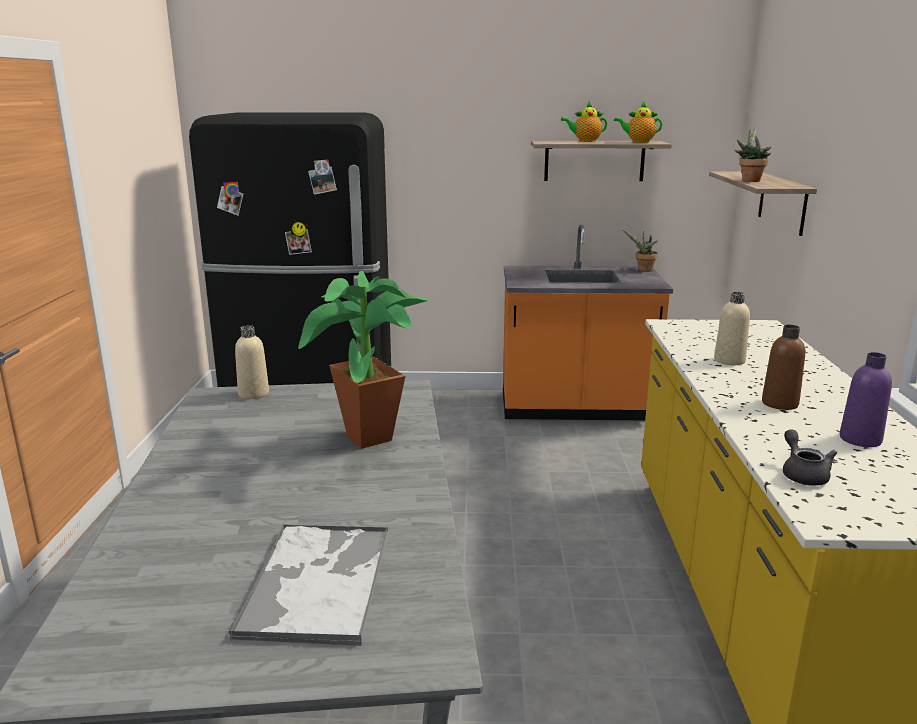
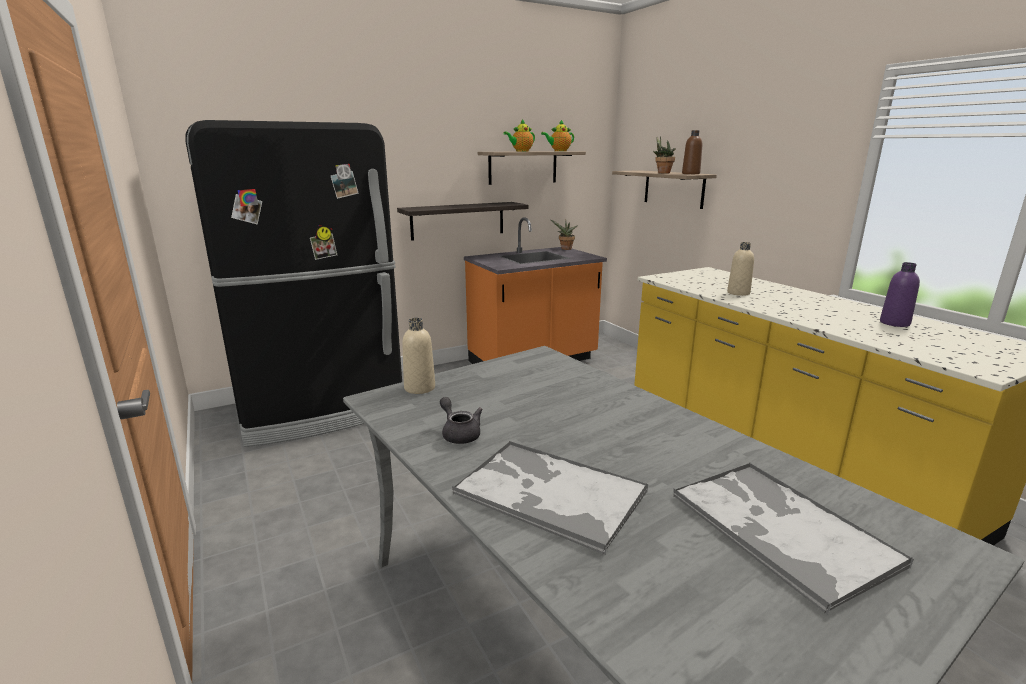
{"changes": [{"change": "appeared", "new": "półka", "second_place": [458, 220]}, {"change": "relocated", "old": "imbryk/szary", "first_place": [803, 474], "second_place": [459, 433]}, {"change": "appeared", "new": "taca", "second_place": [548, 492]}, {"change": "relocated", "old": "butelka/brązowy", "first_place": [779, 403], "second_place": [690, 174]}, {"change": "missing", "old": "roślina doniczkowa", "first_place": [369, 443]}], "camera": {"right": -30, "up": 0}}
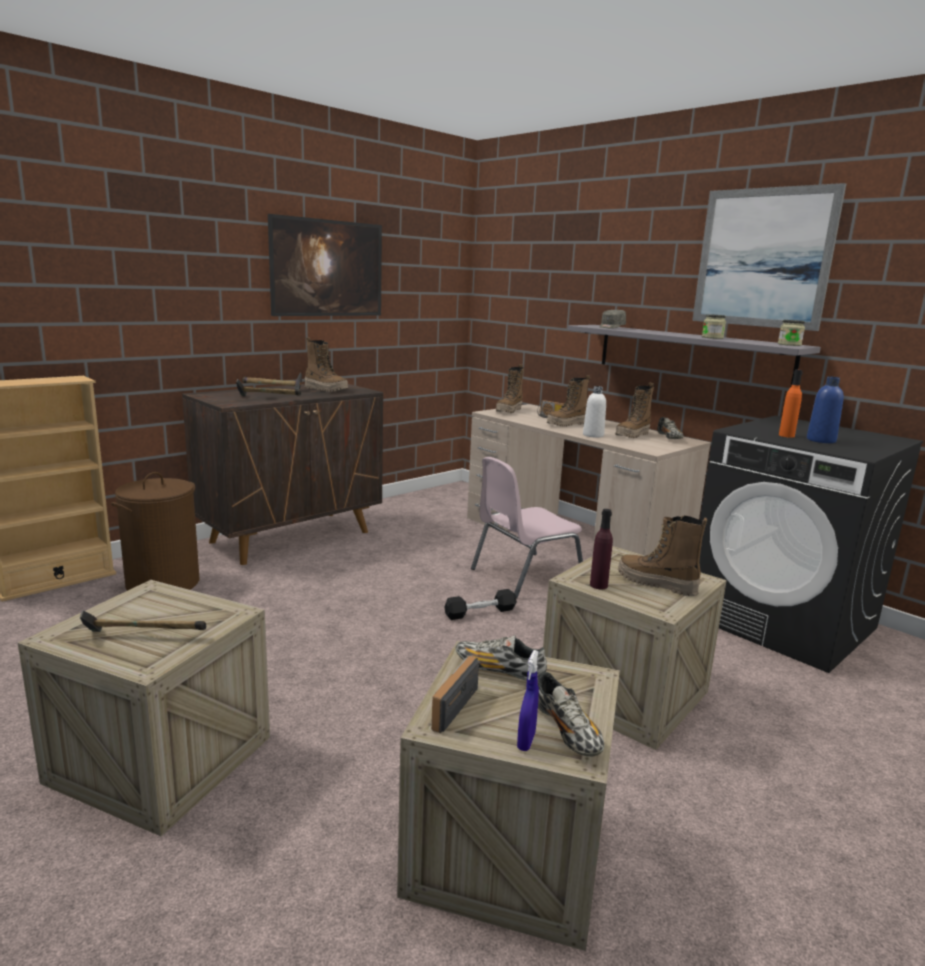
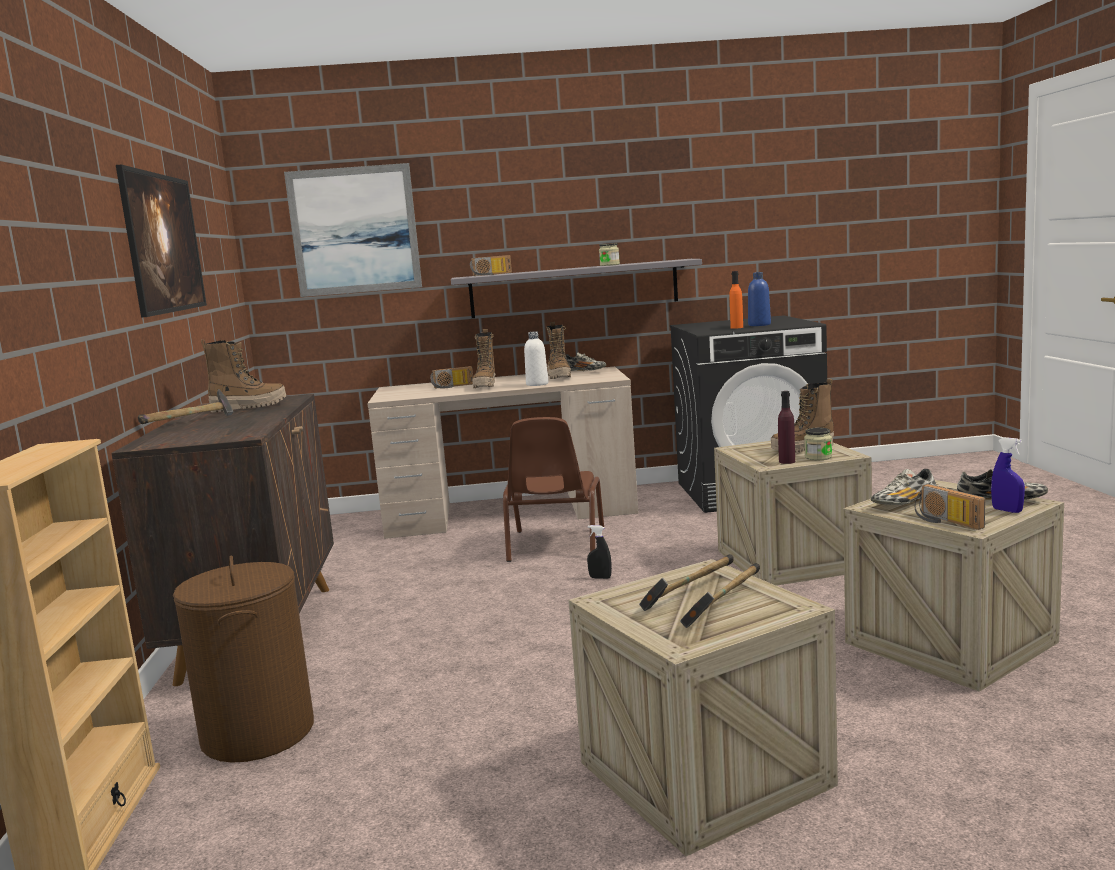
{"changes": [{"change": "relocated", "old": "obraz", "first_place": [763, 258], "second_place": [354, 230]}, {"change": "exchanged", "old": "czapka z daszkiem/szary", "new": "radio", "first_place": [611, 327], "second_place": [491, 274]}, {"change": "colour", "old": "krzesło/różowy", "new": "krzesło/brązowy", "first_place": [524, 575], "second_place": [555, 545]}, {"change": "exchanged", "old": "hantel/czarny", "new": "spryskiwacz/czarny", "first_place": [480, 612], "second_place": [600, 577]}, {"change": "relocated", "old": "młotek", "first_place": [267, 398], "second_place": [689, 594]}, {"change": "relocated", "old": "słoik", "first_place": [789, 344], "second_place": [818, 457]}, {"change": "missing", "old": "but z cholewką", "first_place": [509, 411]}], "camera": {"right": -50, "up": -5}}
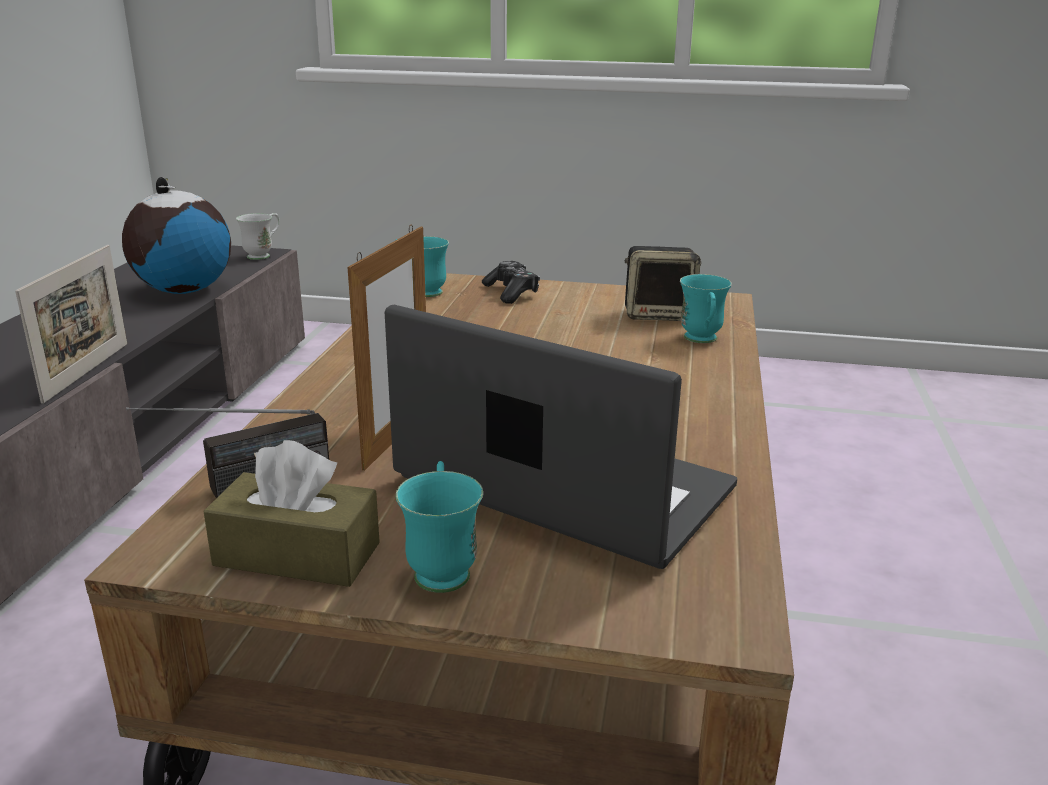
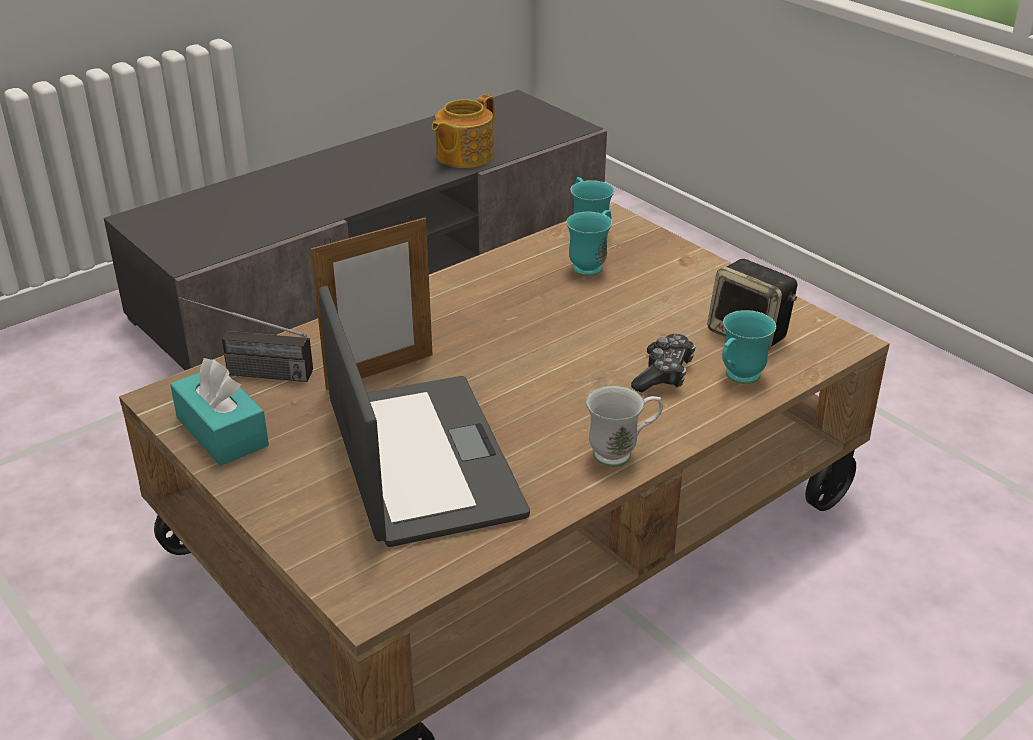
{"changes": [{"change": "colour", "old": "pudełko chusteczek/brązowy", "new": "pudełko chusteczek/turkusowy", "first_place": [297, 554], "second_place": [222, 432]}, {"change": "exchanged", "old": "globus", "new": "imbryk", "first_place": [183, 291], "second_place": [463, 156]}, {"change": "relocated", "old": "kubek/turkusowy", "first_place": [442, 567], "second_place": [592, 265]}, {"change": "relocated", "old": "kubek/biały", "first_place": [263, 255], "second_place": [622, 453]}, {"change": "relocated", "old": "pad do gier", "first_place": [511, 292], "second_place": [663, 374]}, {"change": "missing", "old": "ramka na zdjęcie", "first_place": [87, 371]}], "camera": {"right": 40, "up": 10}}
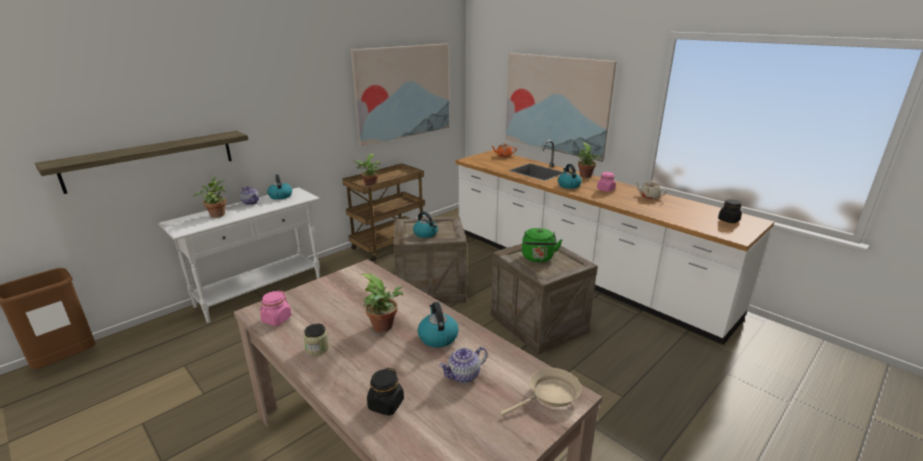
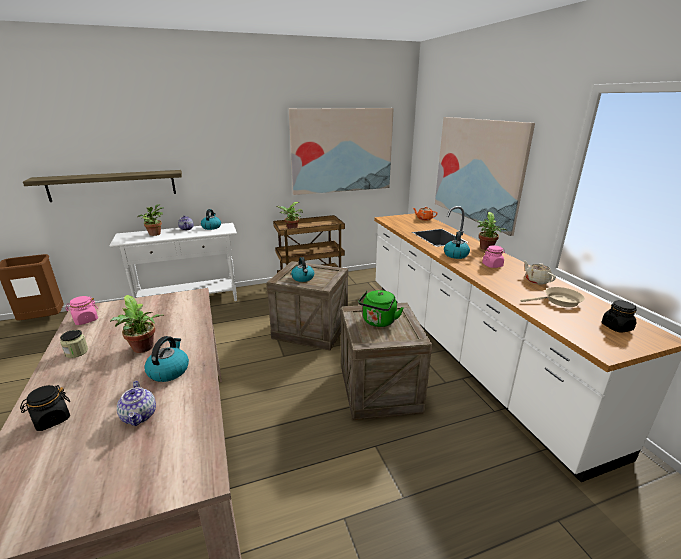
{"changes": [{"change": "spun", "old": "imbryk", "first_place": [463, 376], "second_place": [140, 416], "degrees": -105}, {"change": "relocated", "old": "patelnia/beżowy", "first_place": [550, 395], "second_place": [559, 301]}], "camera": {"right": 25, "up": 0}}
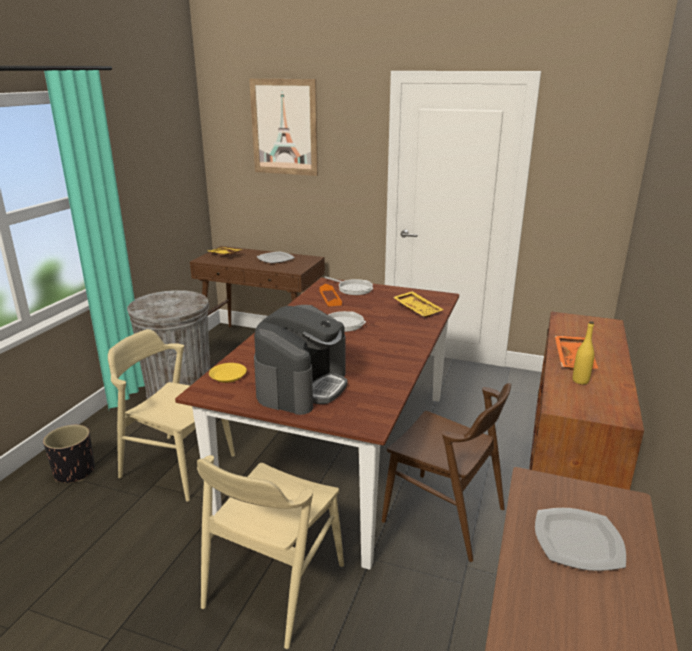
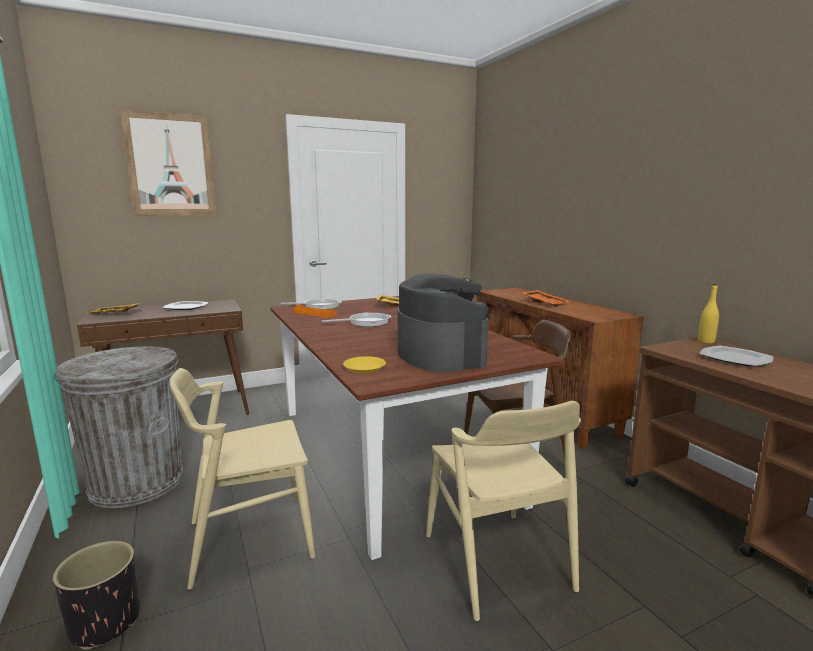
{"changes": [{"change": "relocated", "old": "butelka/żółty", "first_place": [580, 381], "second_place": [706, 341]}], "camera": {"right": -45, "up": -10}}
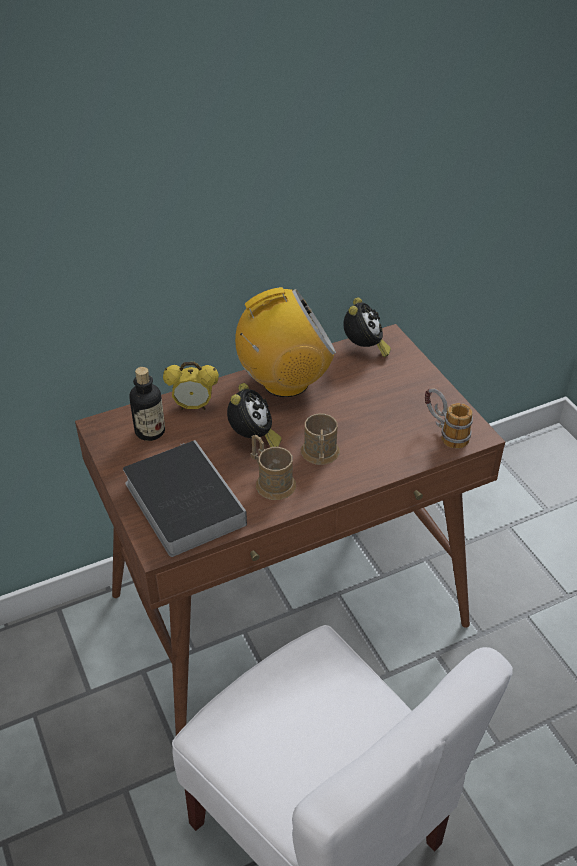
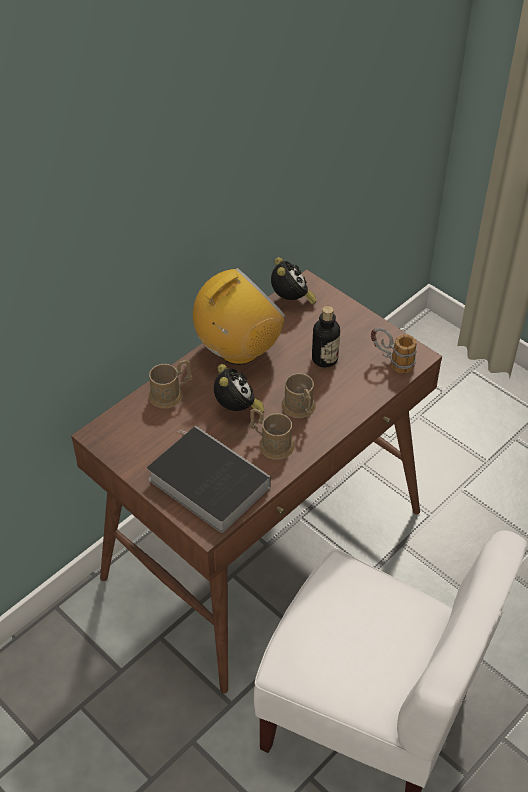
{"changes": [{"change": "exchanged", "old": "budzik", "new": "kubek/brązowy", "first_place": [193, 407], "second_place": [171, 394]}, {"change": "relocated", "old": "butelka", "first_place": [150, 431], "second_place": [324, 359]}], "camera": {"right": -20, "up": 5}}
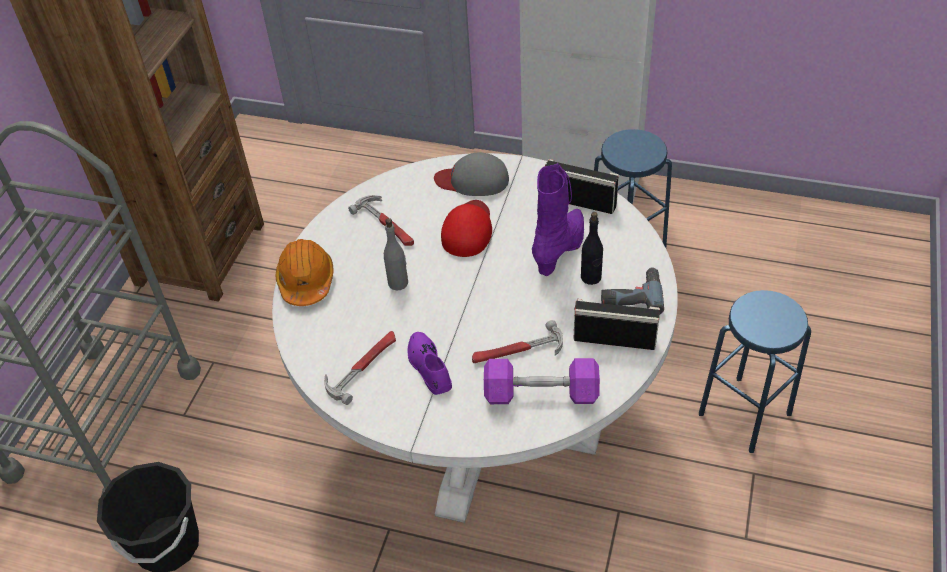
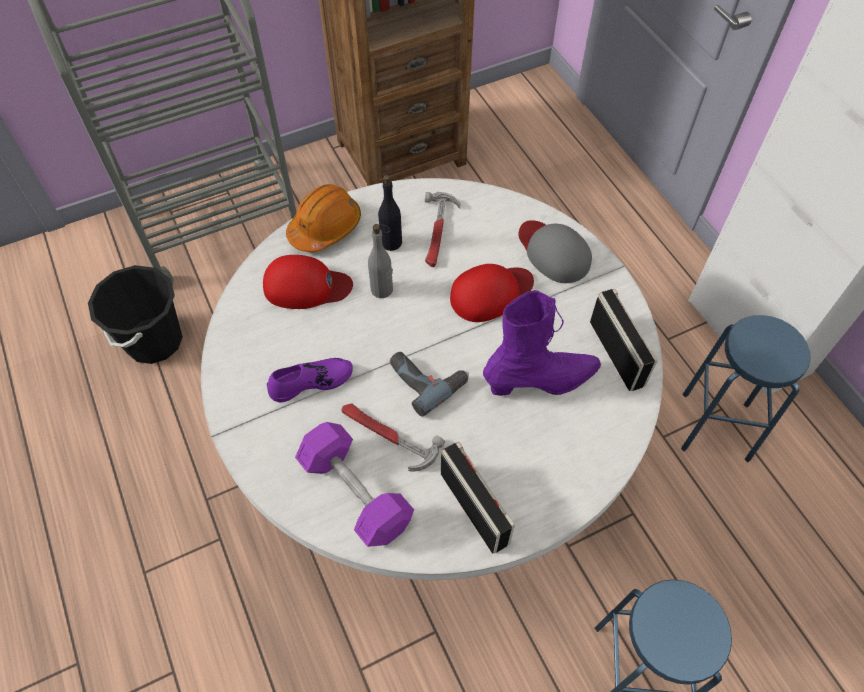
{"changes": [{"change": "appeared", "new": "czapka z daszkiem/czerwony", "second_place": [306, 286]}, {"change": "spun", "old": "but/fioletowy", "first_place": [429, 367], "second_place": [311, 381], "degrees": 45}, {"change": "relocated", "old": "butelka/czarny", "first_place": [591, 277], "second_place": [391, 243]}, {"change": "relocated", "old": "wiertarka", "first_place": [631, 294], "second_place": [426, 378]}, {"change": "missing", "old": "młotek", "first_place": [363, 366]}], "camera": {"right": 45, "up": 10}}
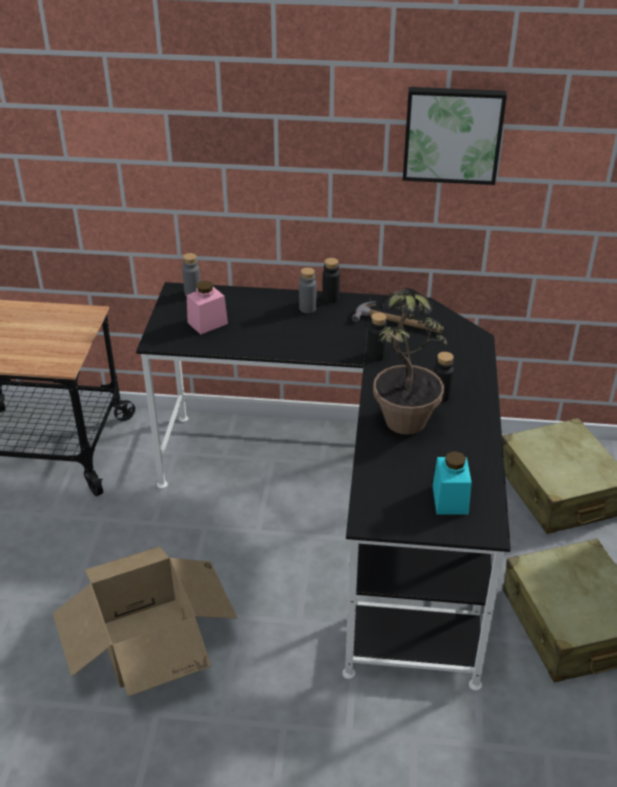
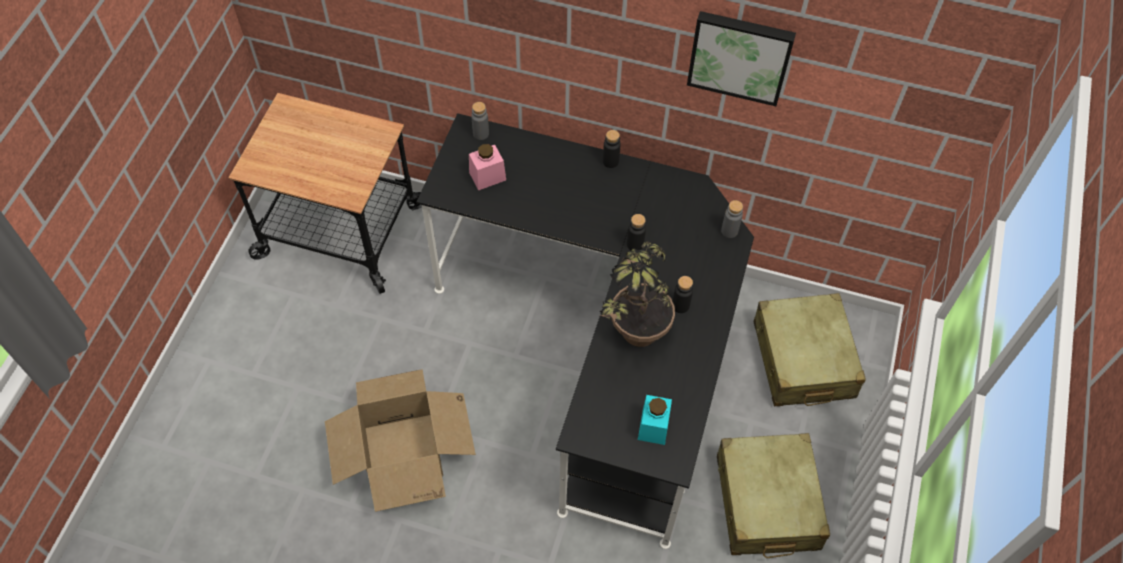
{"changes": [{"change": "relocated", "old": "butelka/szary", "first_place": [307, 308], "second_place": [729, 231]}, {"change": "missing", "old": "młotek", "first_place": [399, 322]}], "camera": {"right": 10, "up": 20}}
